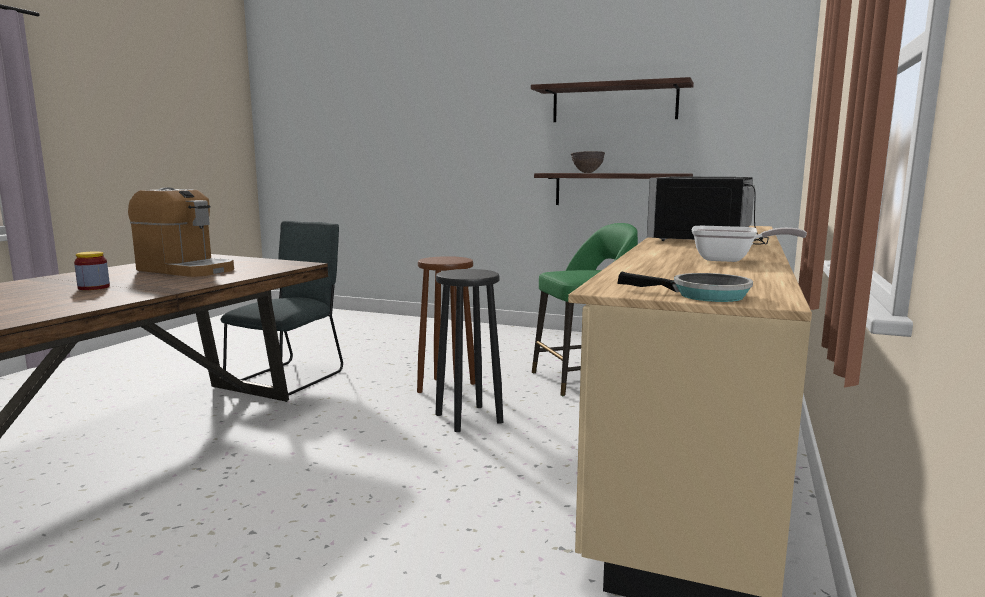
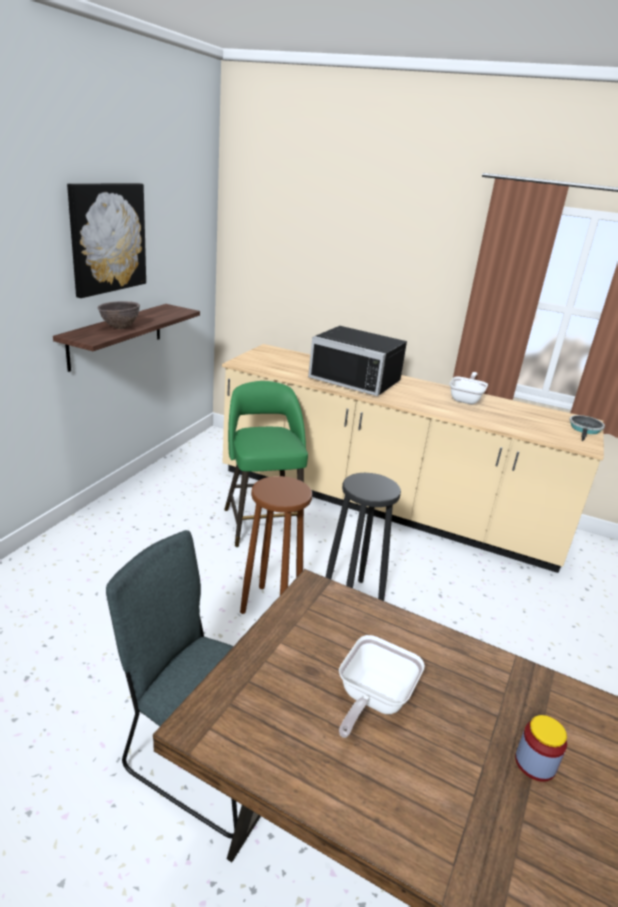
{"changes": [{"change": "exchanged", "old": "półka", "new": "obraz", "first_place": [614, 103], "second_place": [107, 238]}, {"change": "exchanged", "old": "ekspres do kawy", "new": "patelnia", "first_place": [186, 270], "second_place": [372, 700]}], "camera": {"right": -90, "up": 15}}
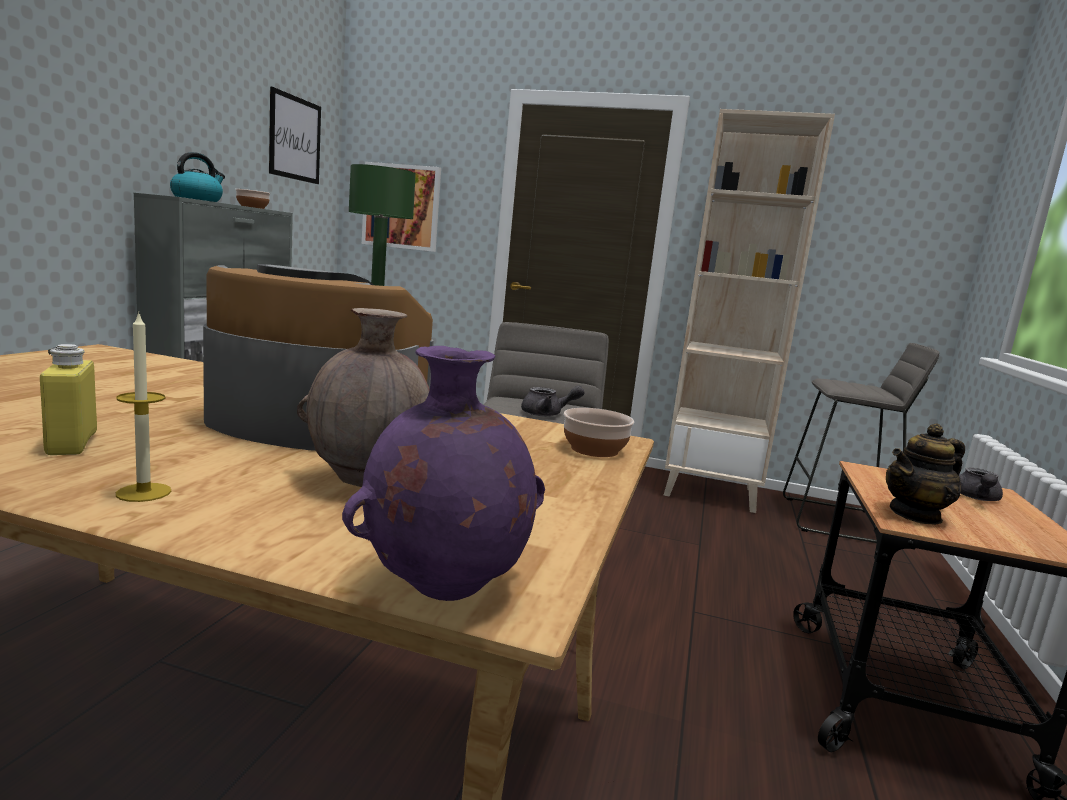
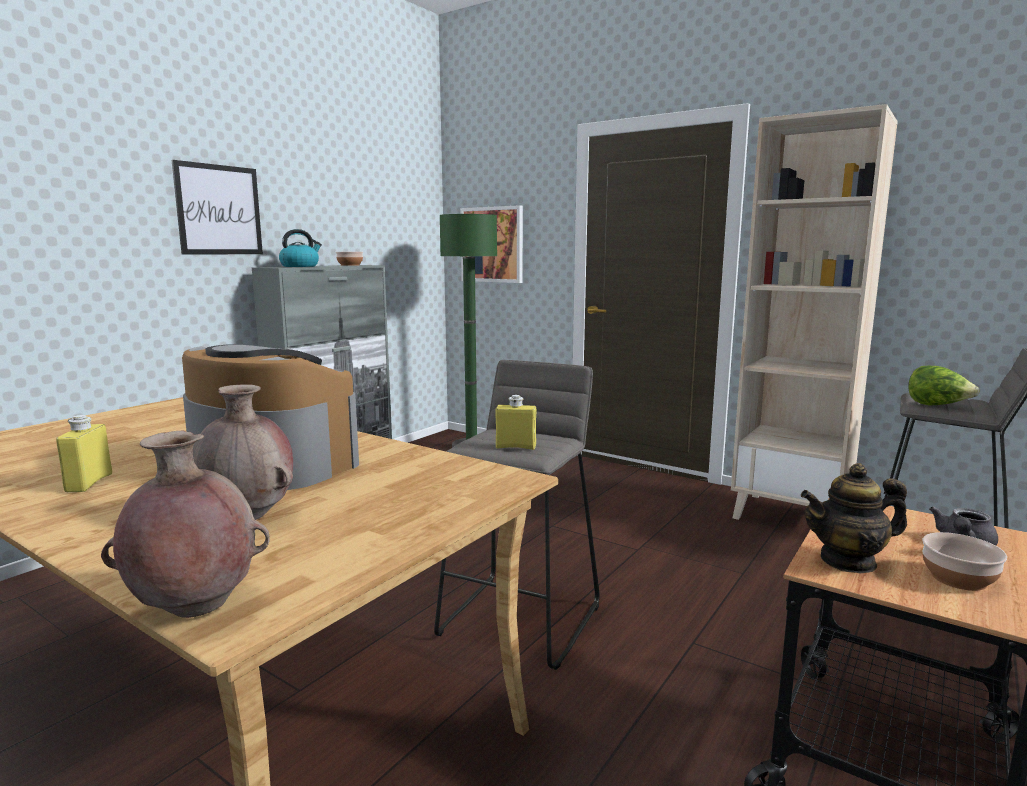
{"changes": [{"change": "colour", "old": "wazon/fioletowy", "new": "wazon/brązowy", "first_place": [443, 588], "second_place": [194, 607]}, {"change": "relocated", "old": "obraz", "first_place": [295, 138], "second_place": [219, 210]}, {"change": "exchanged", "old": "imbryk/szary", "new": "butelka/żółty", "first_place": [547, 414], "second_place": [516, 447]}, {"change": "appeared", "new": "sałata", "second_place": [937, 406]}, {"change": "relocated", "old": "miska", "first_place": [593, 449], "second_place": [957, 578]}, {"change": "missing", "old": "świeca", "first_place": [143, 492]}], "camera": {"right": 20, "up": 0}}
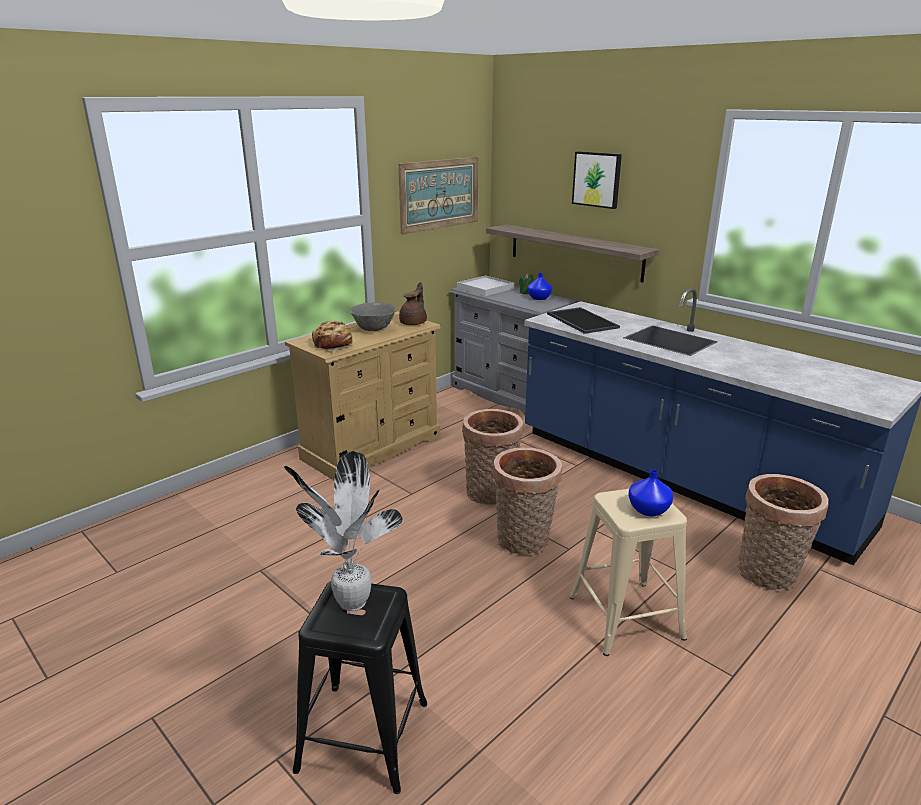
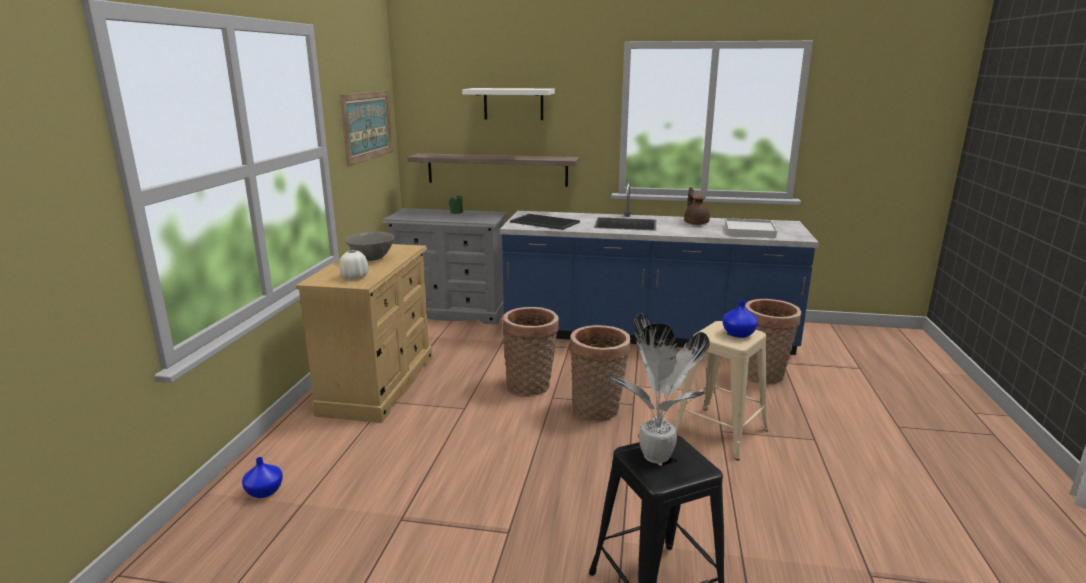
{"changes": [{"change": "relocated", "old": "wazon/niebieski", "first_place": [539, 298], "second_place": [265, 492]}, {"change": "exchanged", "old": "chleb", "new": "wazon/biały", "first_place": [333, 344], "second_place": [355, 277]}, {"change": "exchanged", "old": "obraz", "new": "półka/biały", "first_place": [597, 179], "second_place": [513, 104]}, {"change": "relocated", "old": "imbryk/brązowy", "first_place": [414, 323], "second_place": [695, 223]}, {"change": "relocated", "old": "taca/biały", "first_place": [485, 288], "second_place": [749, 231]}], "camera": {"right": -35, "up": -5}}
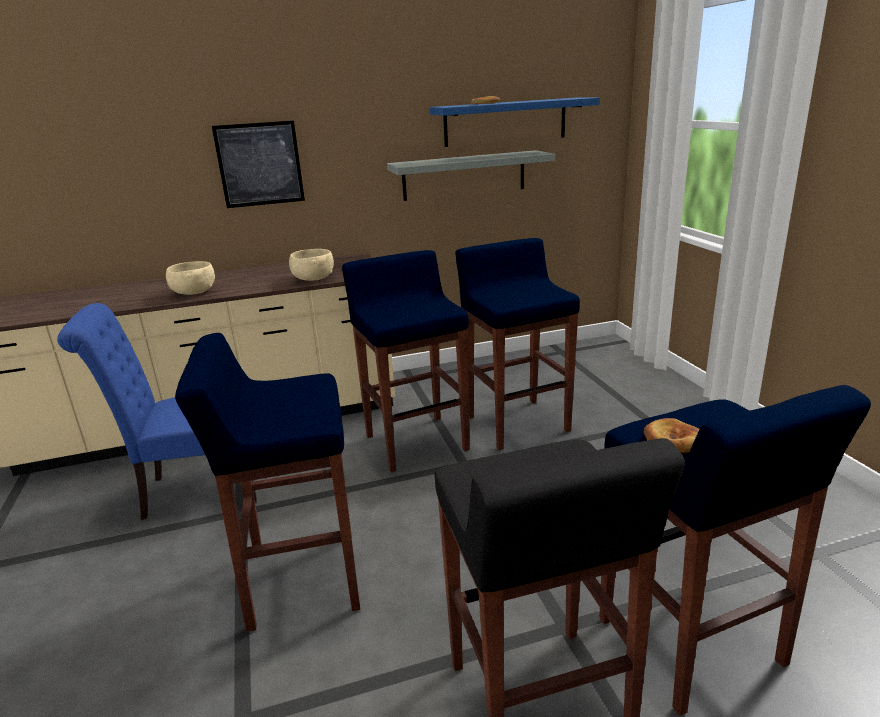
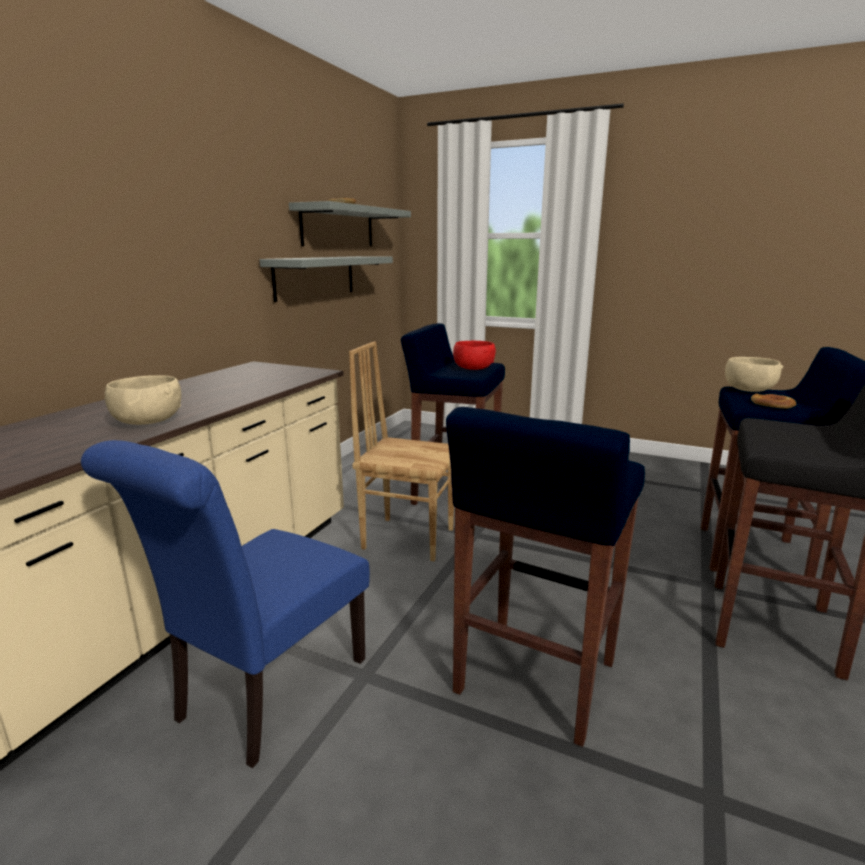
{"changes": [{"change": "colour", "old": "półka/niebieski", "new": "półka/szary", "first_place": [505, 122], "second_place": [338, 227]}, {"change": "exchanged", "old": "stołek/niebieski", "new": "krzesło/brązowy", "first_place": [416, 442], "second_place": [408, 537]}, {"change": "appeared", "new": "miska/czerwony", "second_place": [473, 369]}, {"change": "relocated", "old": "miska/beżowy", "first_place": [313, 279], "second_place": [749, 390]}, {"change": "missing", "old": "obraz", "first_place": [260, 164]}], "camera": {"right": -50, "up": -5}}
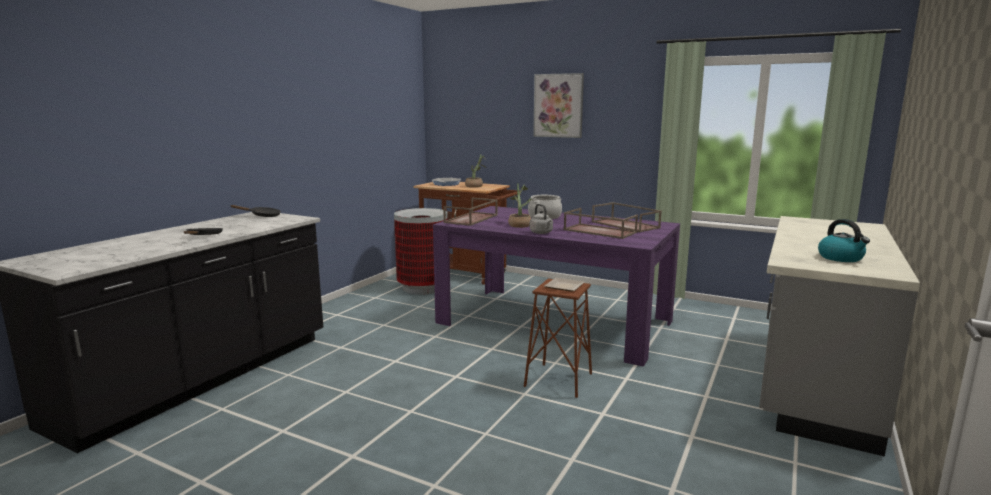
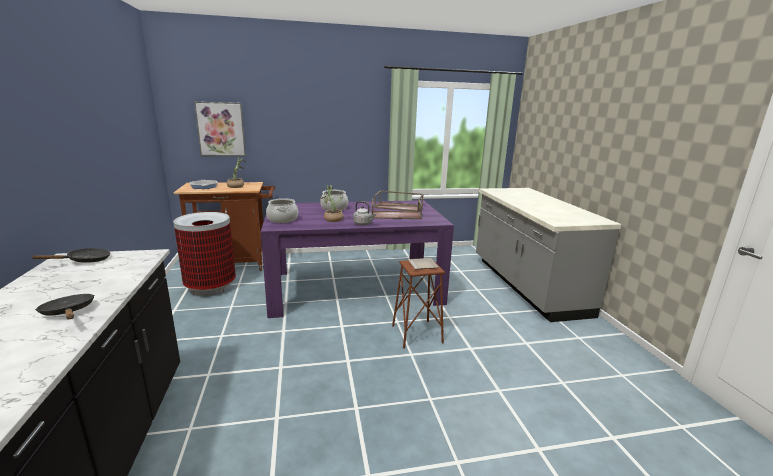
{"changes": [{"change": "relocated", "old": "obraz", "first_place": [558, 105], "second_place": [221, 129]}, {"change": "exchanged", "old": "taca/brązowy", "new": "garnek", "first_place": [471, 219], "second_place": [283, 219]}, {"change": "missing", "old": "czajnik", "first_place": [841, 258]}], "camera": {"right": -40, "up": 5}}
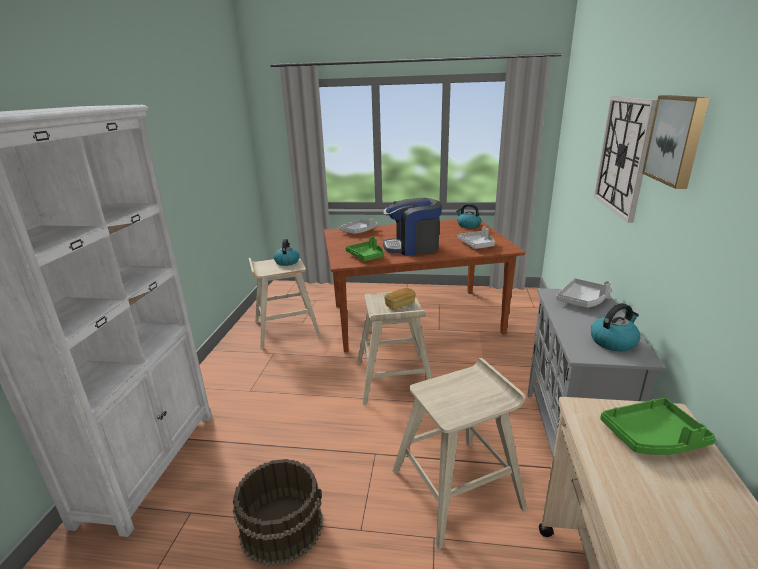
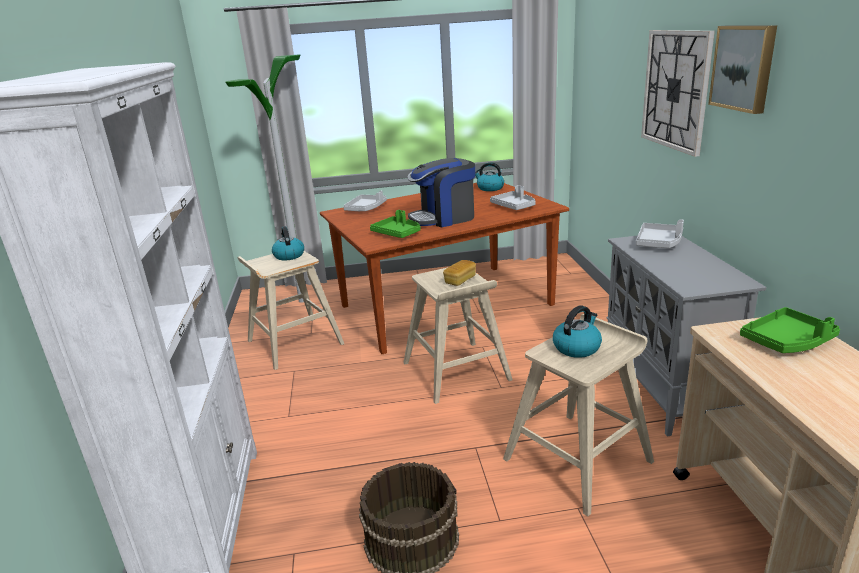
{"changes": [{"change": "appeared", "new": "lampa stojąca", "second_place": [302, 300]}, {"change": "relocated", "old": "czajnik", "first_place": [613, 341], "second_place": [577, 347]}], "camera": {"right": -15, "up": 0}}
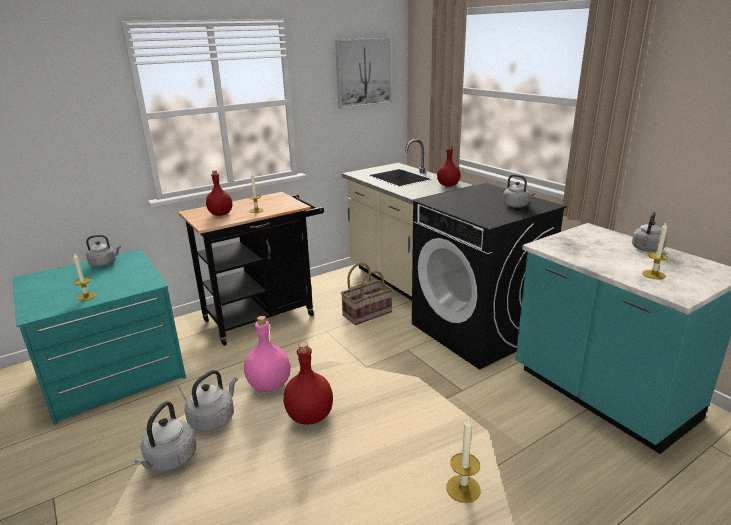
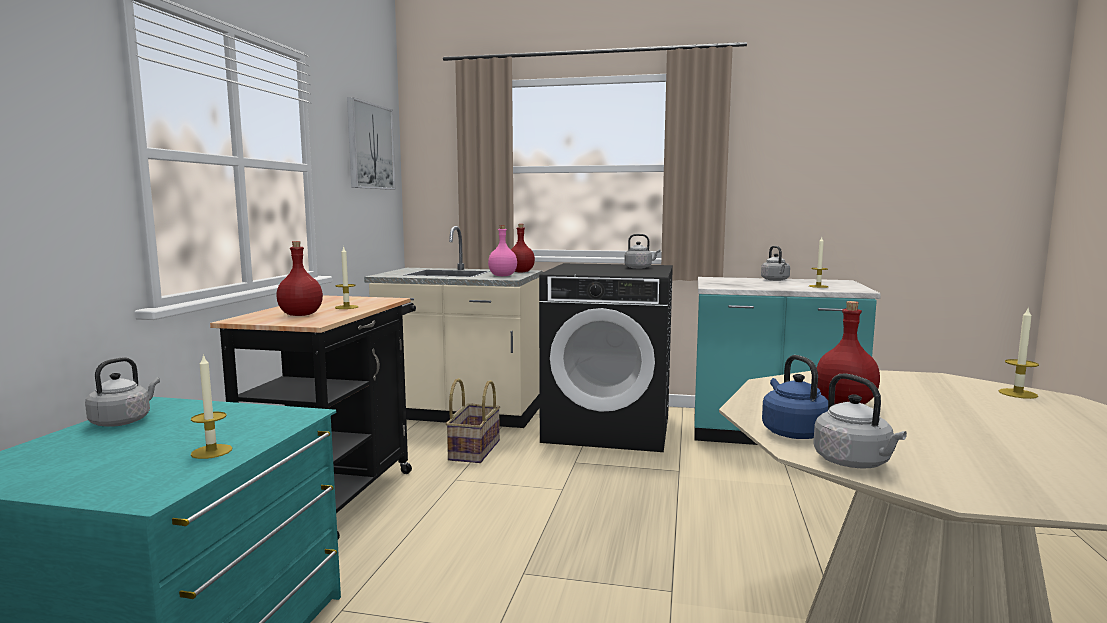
{"changes": [{"change": "relocated", "old": "butelka/różowy", "first_place": [270, 385], "second_place": [503, 276]}, {"change": "colour", "old": "czajnik/szary", "new": "czajnik/niebieski", "first_place": [214, 419], "second_place": [792, 432]}], "camera": {"right": -45, "up": -15}}
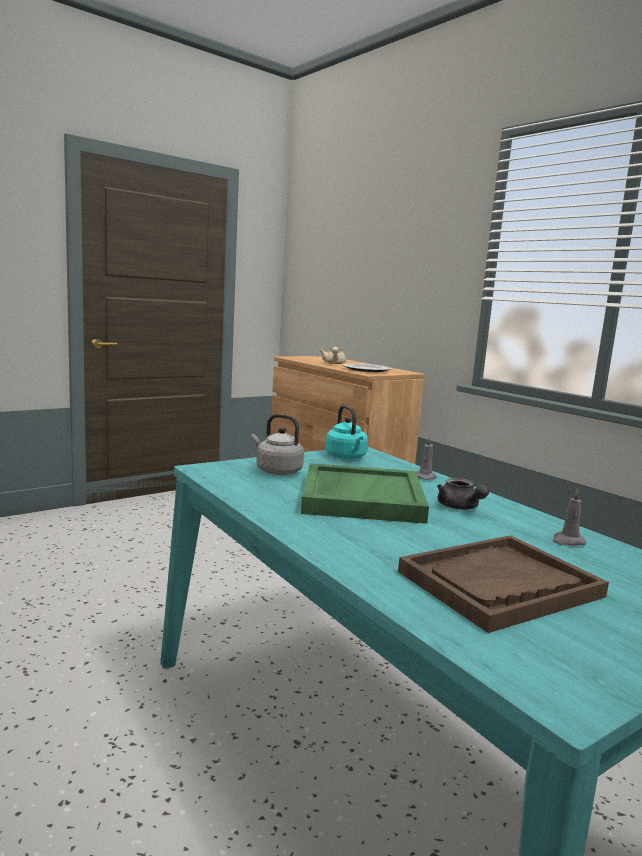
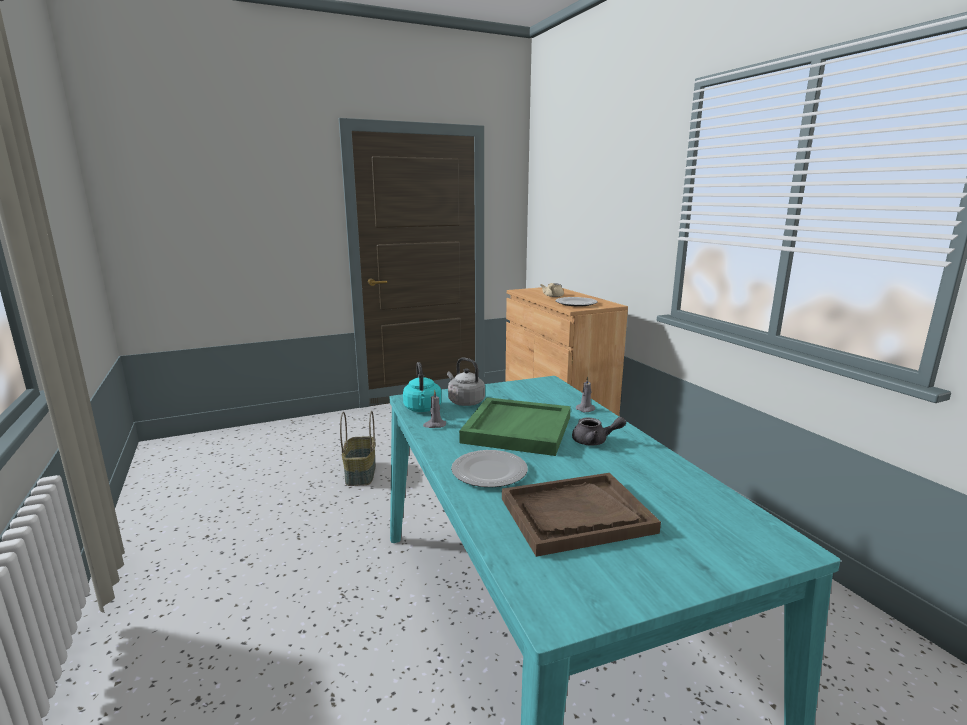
{"changes": [{"change": "appeared", "new": "koszyk", "second_place": [361, 474]}, {"change": "relocated", "old": "czajnik/turkusowy", "first_place": [346, 457], "second_place": [422, 409]}, {"change": "relocated", "old": "świeca/szary", "first_place": [567, 541], "second_place": [434, 425]}, {"change": "appeared", "new": "talerz", "second_place": [488, 471]}, {"change": "spun", "old": "imbryk/szary", "first_place": [460, 508], "second_place": [595, 441], "degrees": -75}], "camera": {"right": 15, "up": 5}}
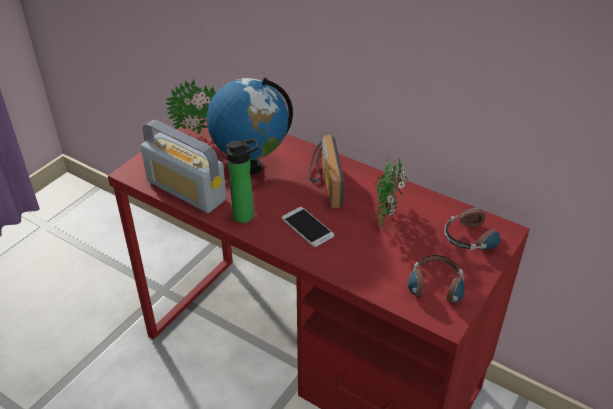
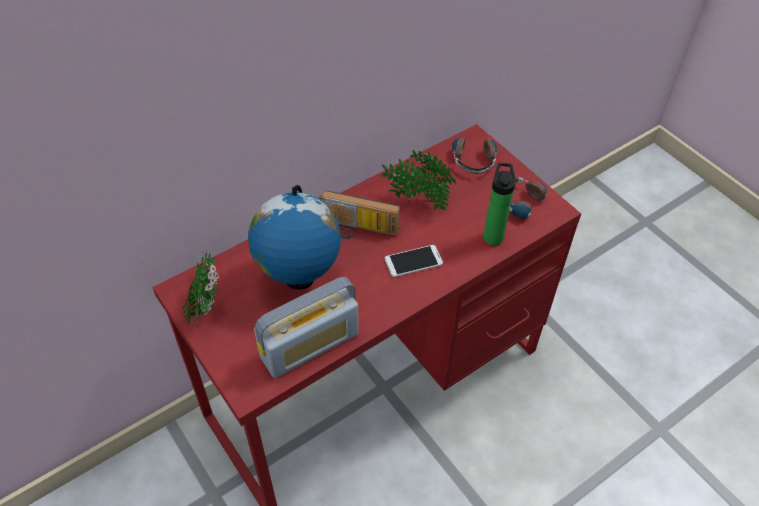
{"changes": [{"change": "relocated", "old": "butelka", "first_place": [246, 215], "second_place": [493, 235]}], "camera": {"right": -70, "up": 10}}
